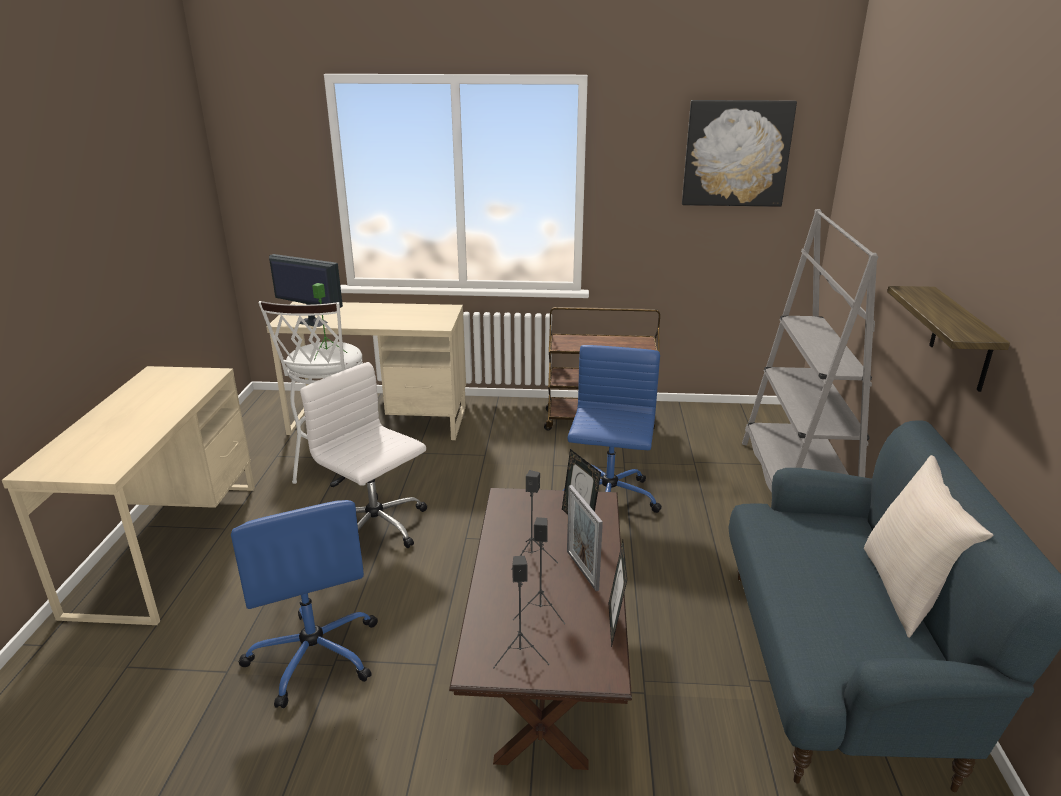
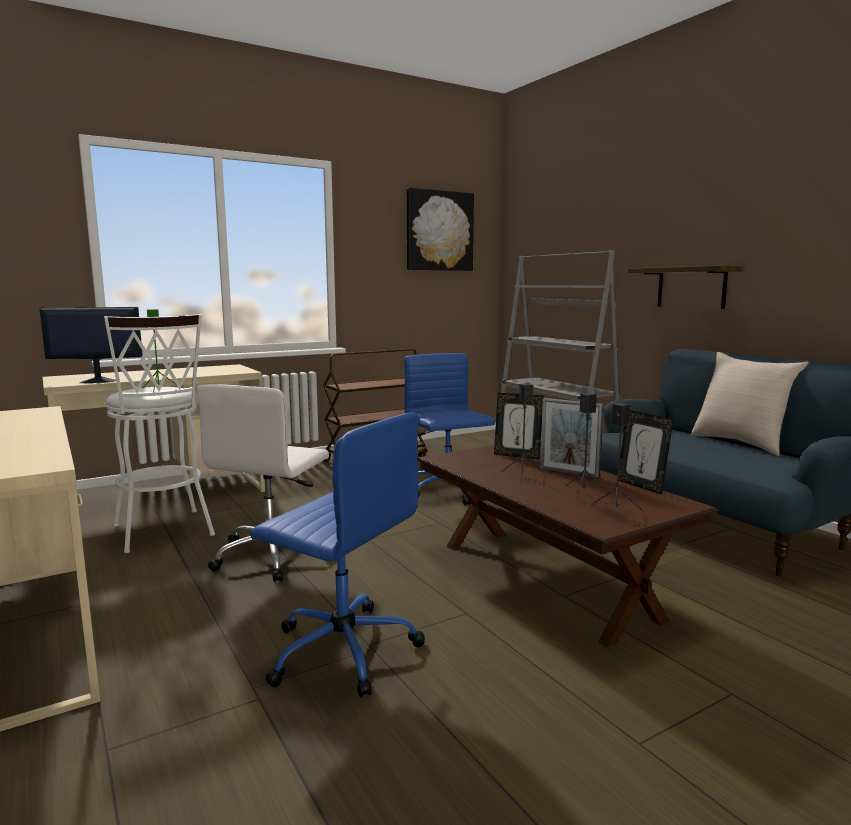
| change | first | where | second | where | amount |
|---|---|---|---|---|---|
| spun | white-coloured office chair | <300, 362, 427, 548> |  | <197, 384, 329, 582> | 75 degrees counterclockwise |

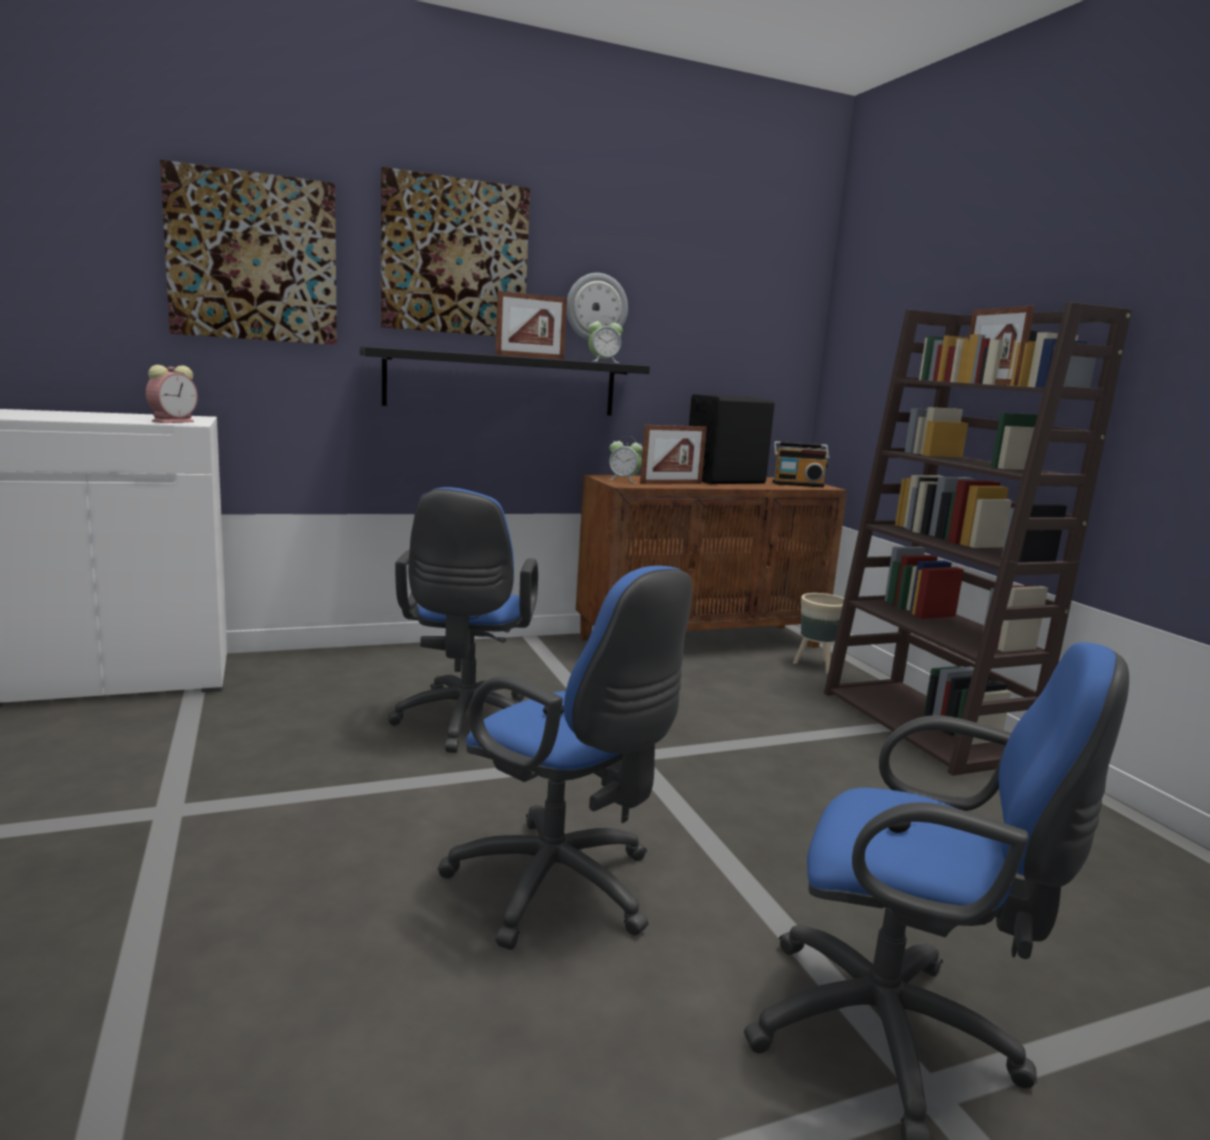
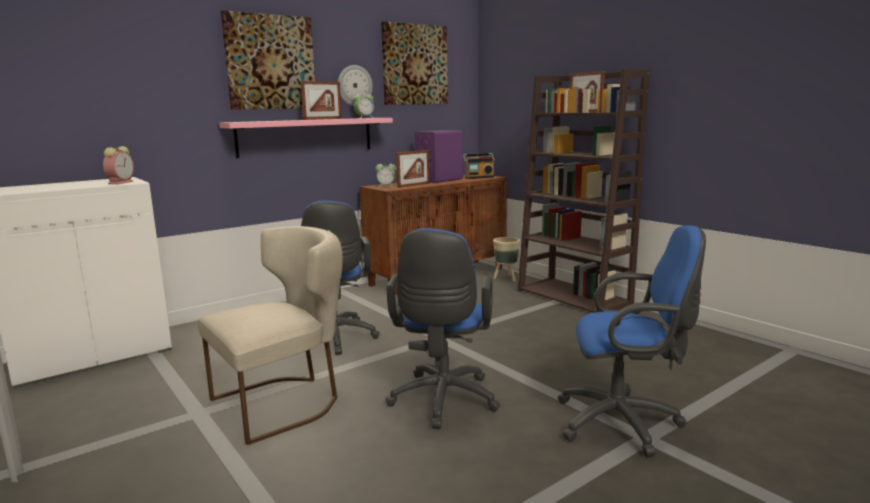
| change | first | where | second | where | amount |
|---|---|---|---|---|---|
| relocated | wall picture | <160, 160, 337, 345> |  | <381, 21, 448, 105> |  |
| colour | black shelf | <360, 346, 650, 416> | pinkish shelf | <219, 118, 393, 158> |  |
| colour | black audio speaker | <689, 394, 775, 484> | purple-coloured audio speaker | <415, 130, 463, 183> |  |
| spun | blue office chair | <437, 566, 692, 950> |  | <386, 228, 500, 429> | 75 degrees clockwise |
| appeared |  |  | beige plain chair | <198, 226, 343, 445> |  |

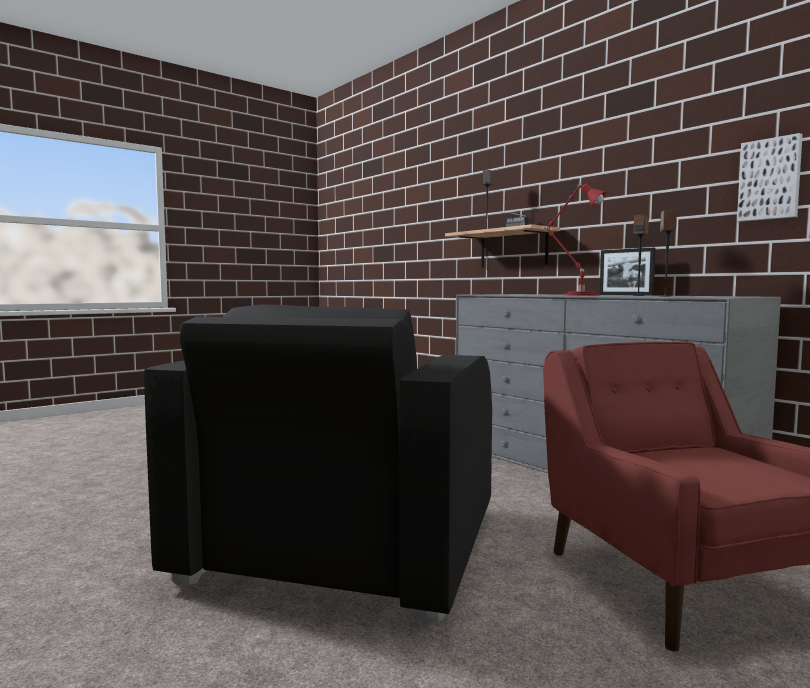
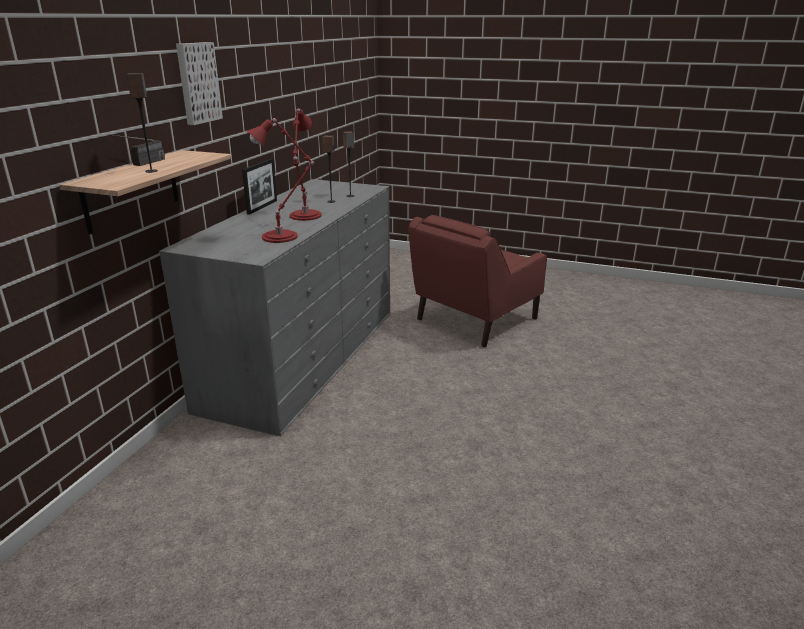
| change | first | where | second | where | amount |
|---|---|---|---|---|---|
| relocated | wall picture | <737, 133, 803, 222> |  | <176, 42, 223, 125> |  |
| missing | black lounge chair | <144, 305, 492, 626> |  |  |  |
| appeared |  |  | reddish table lamp | <247, 118, 314, 243> |  |

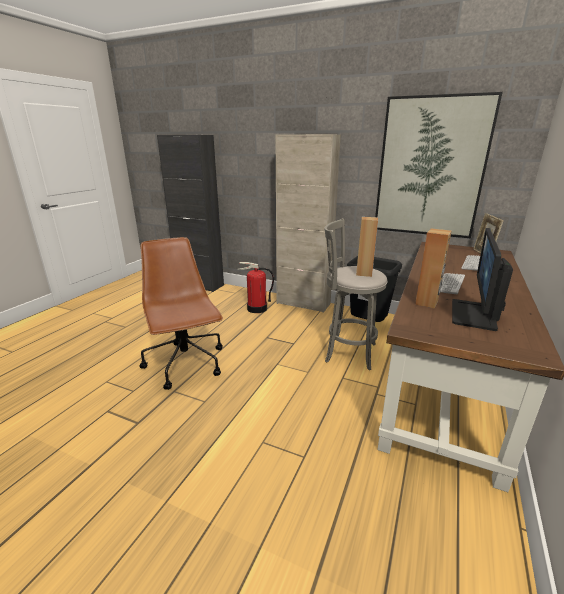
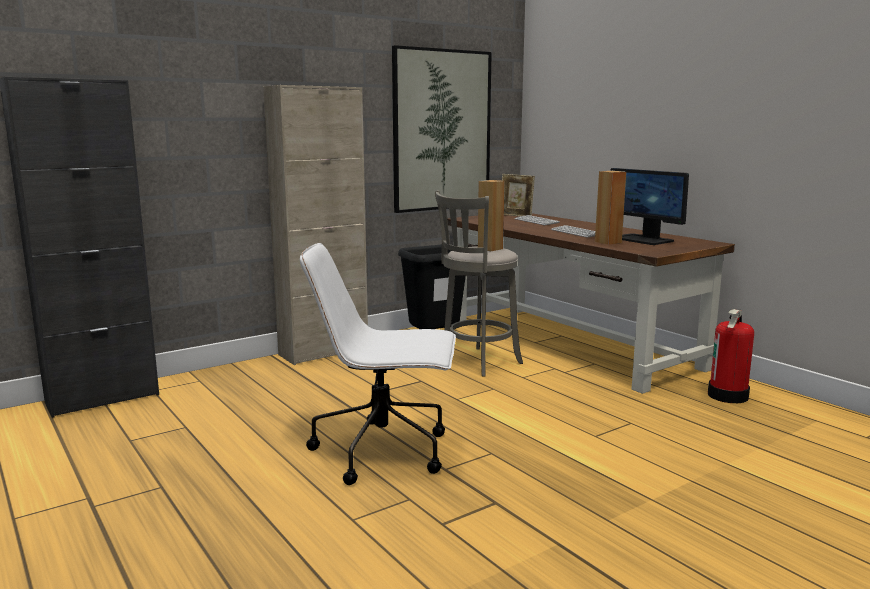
| change | first | where | second | where | amount |
|---|---|---|---|---|---|
| colour | brownish office chair | <139, 237, 223, 390> | white-coloured office chair | <300, 243, 456, 485> |  |
| relocated | fire extinguisher | <237, 262, 274, 313> |  | <708, 309, 754, 403> |  |

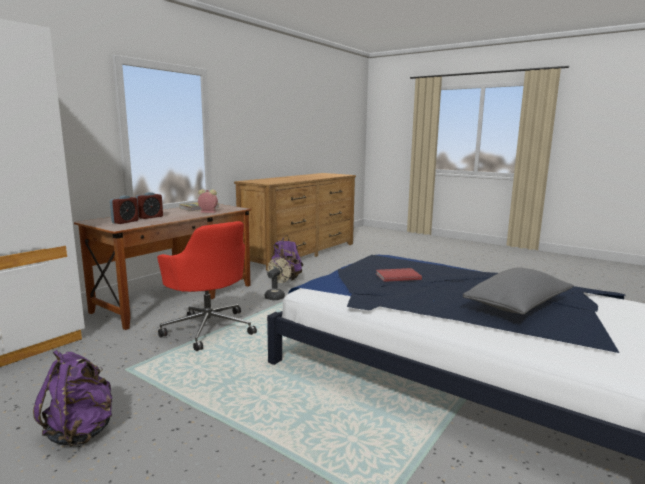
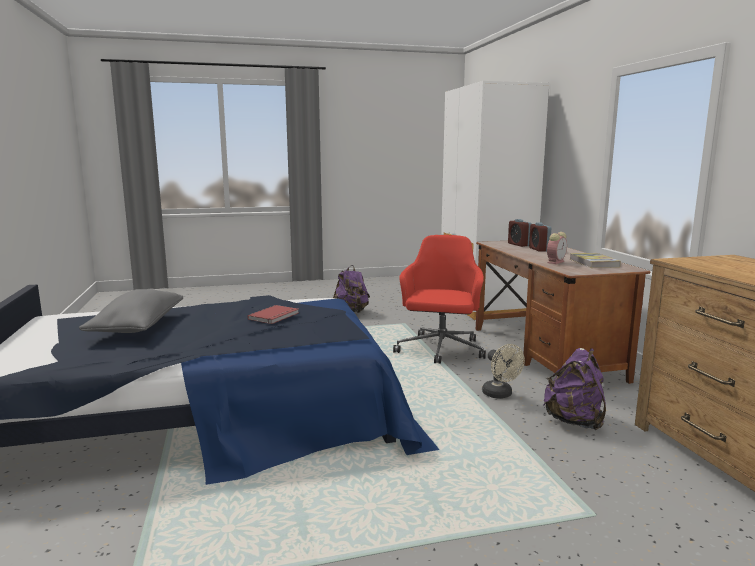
| change | first | where | second | where | amount |
|---|---|---|---|---|---|
| spun | reddish office chair | <157, 221, 257, 351> |  | <393, 235, 486, 364> | 105 degrees clockwise |

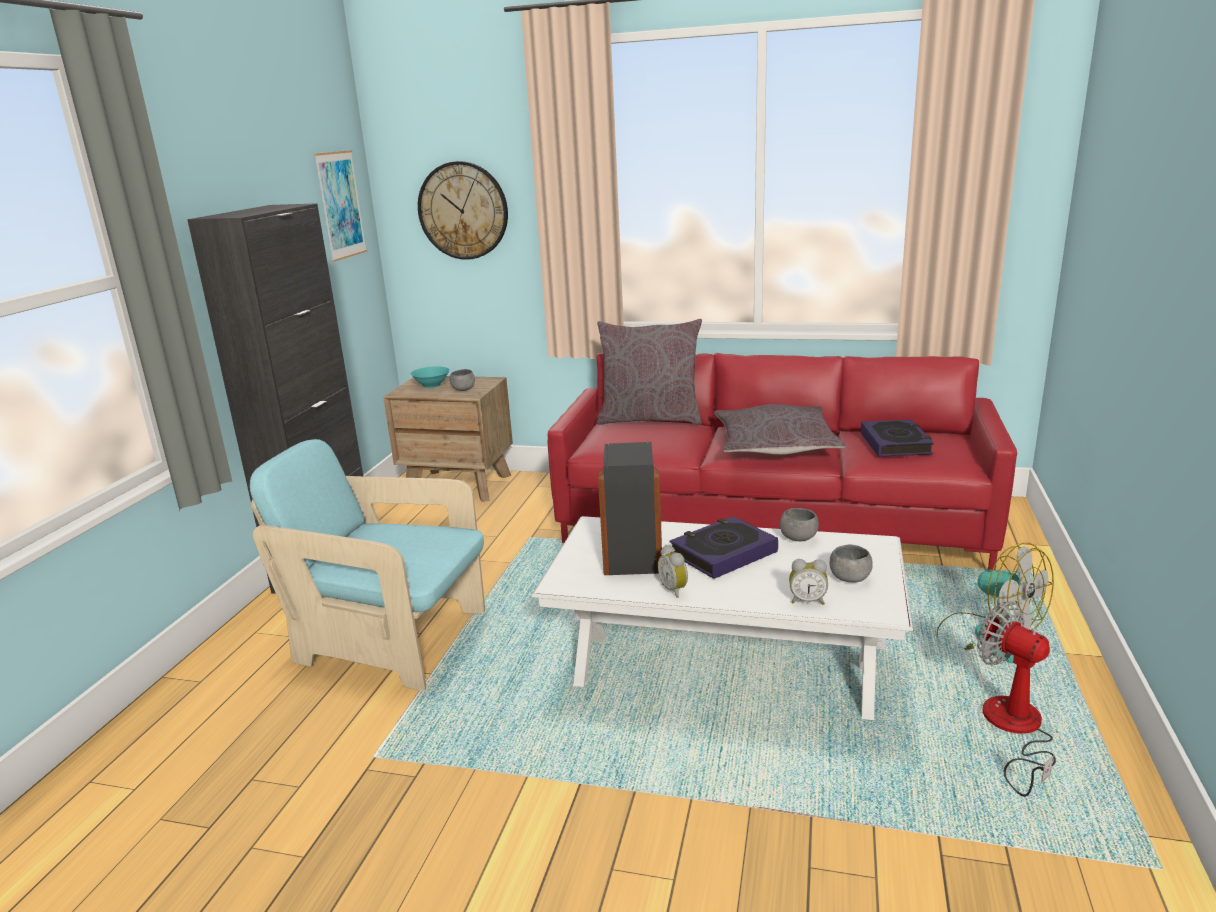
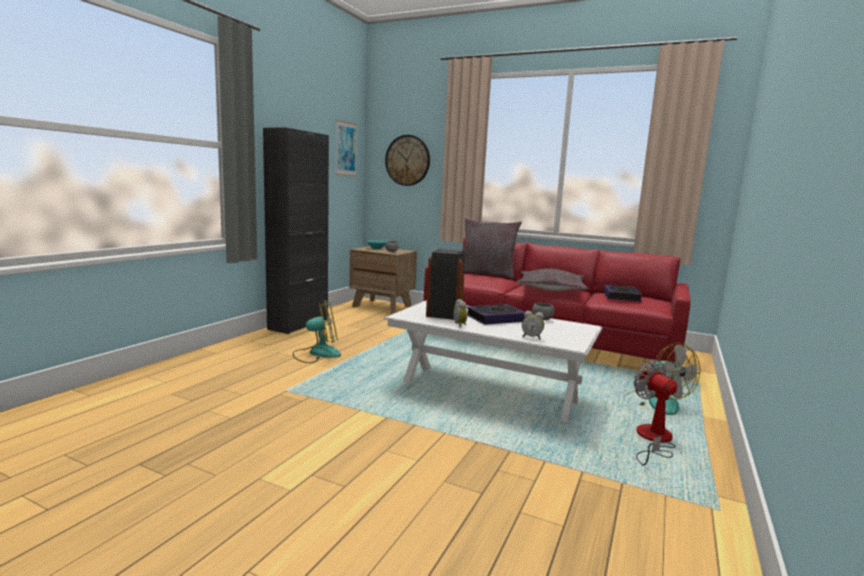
| change | first | where | second | where | amount |
|---|---|---|---|---|---|
| exchanged | blue-green lounge chair | <250, 439, 485, 691> | cooling fan | <293, 300, 341, 363> |  |
| missing | gray bowl | <830, 545, 873, 582> |  |  |  |

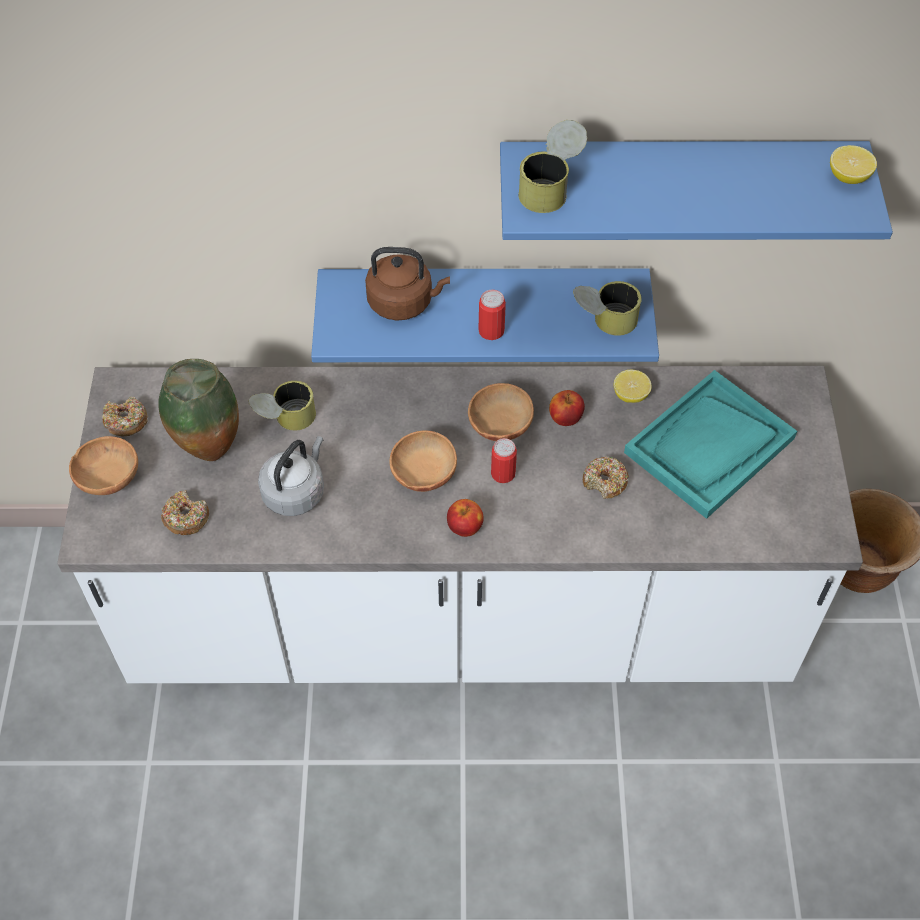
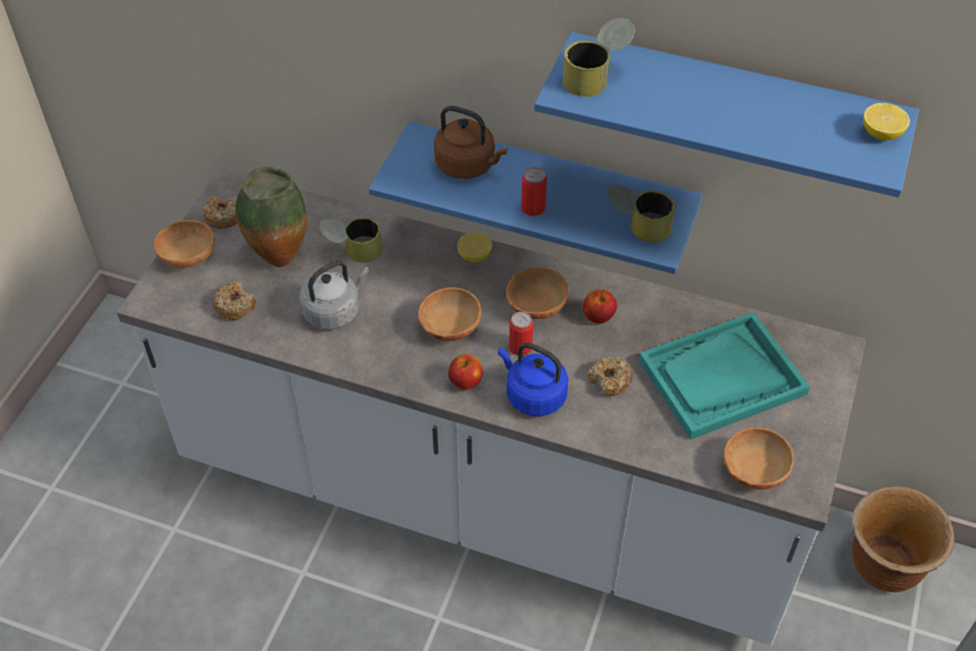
| change | first | where | second | where | amount |
|---|---|---|---|---|---|
| relocated | whole lemon | <614, 370, 652, 403> |  | <457, 232, 492, 262> |  |
| appeared |  |  | blue kettle | <498, 343, 568, 416> |  |
| appeared |  |  | brownish bowl | <724, 427, 794, 490> |  |

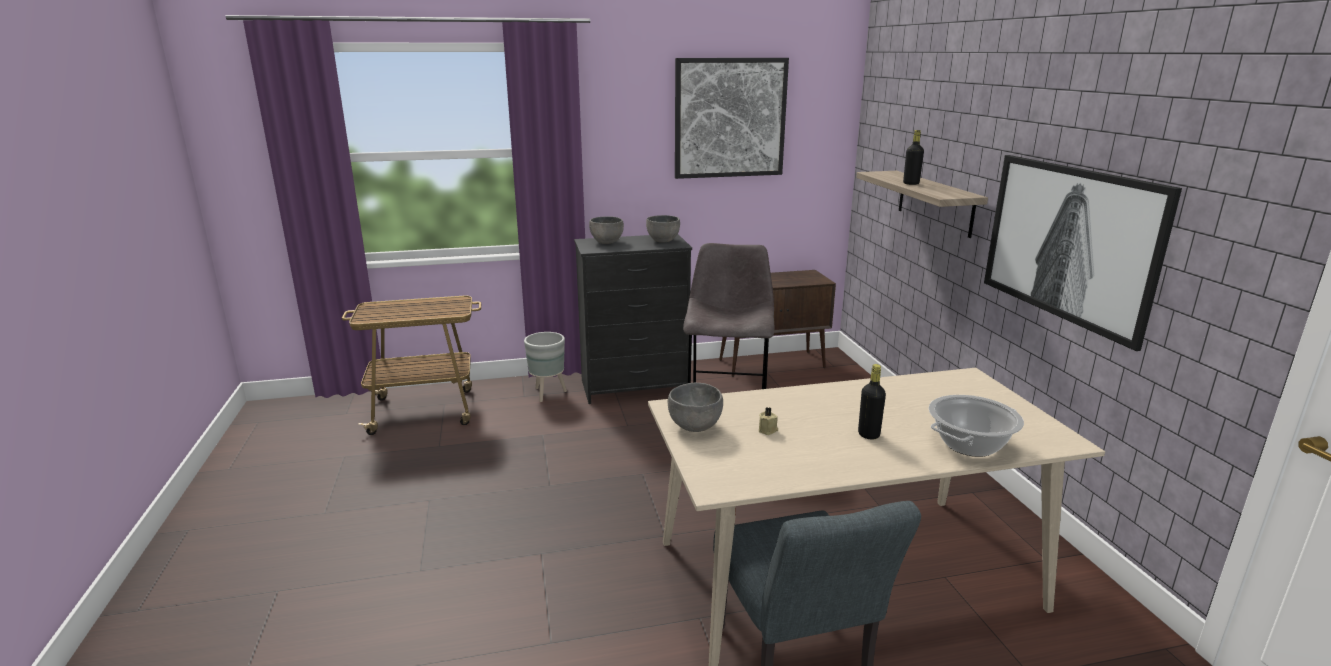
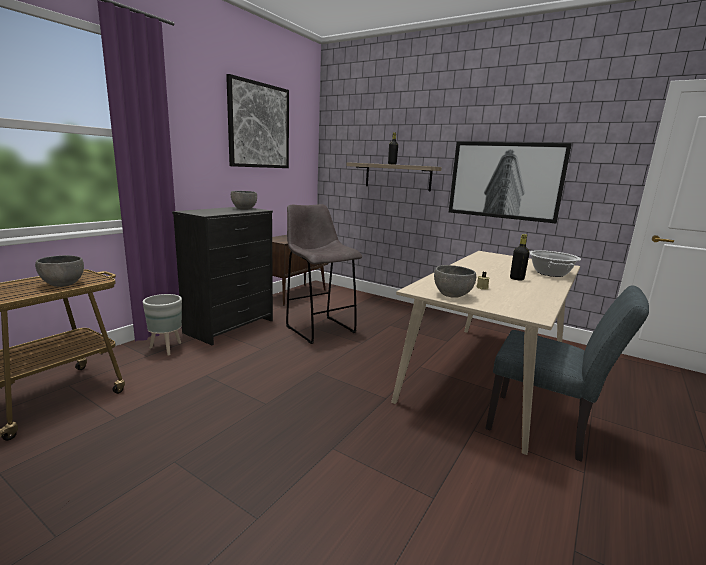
| change | first | where | second | where | amount |
|---|---|---|---|---|---|
| relocated | gray bowl | <589, 216, 624, 244> |  | <35, 255, 84, 287> |  |

